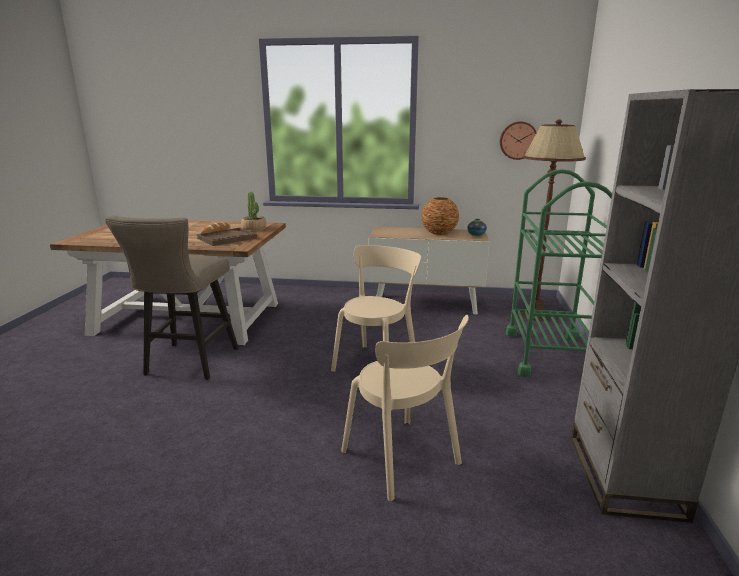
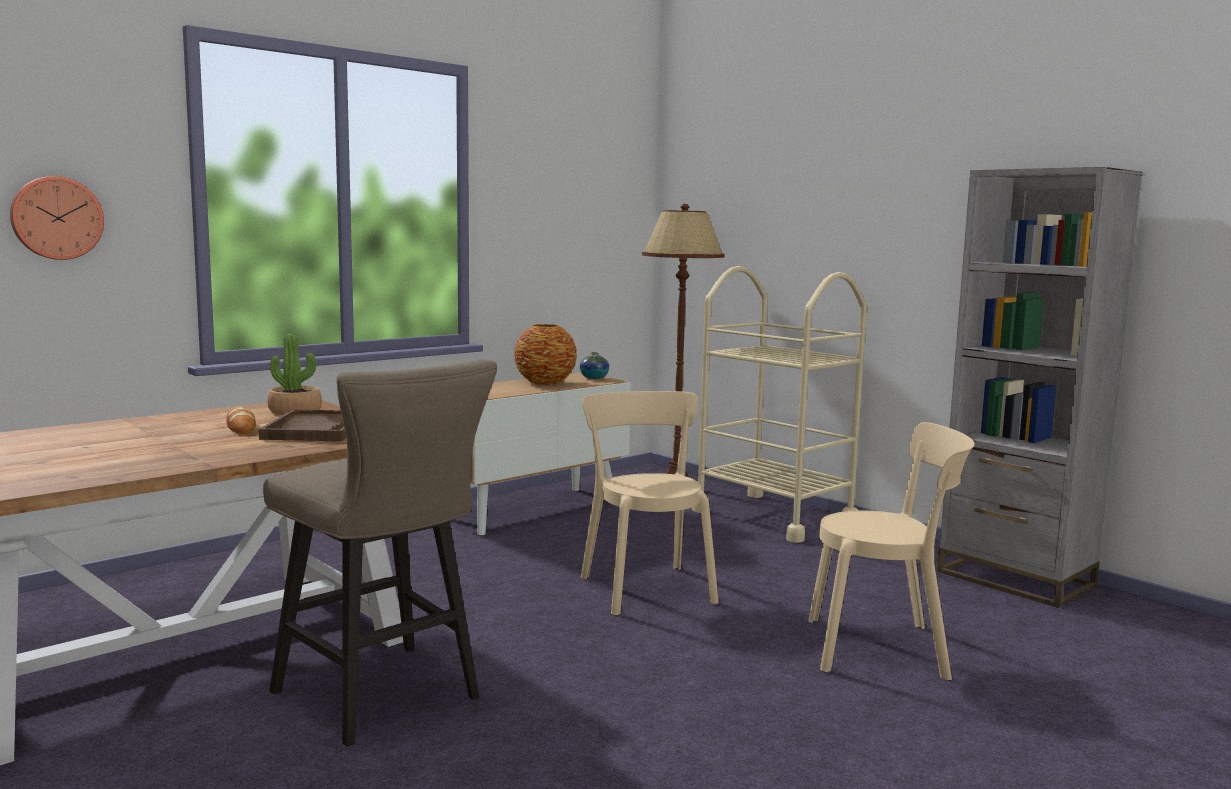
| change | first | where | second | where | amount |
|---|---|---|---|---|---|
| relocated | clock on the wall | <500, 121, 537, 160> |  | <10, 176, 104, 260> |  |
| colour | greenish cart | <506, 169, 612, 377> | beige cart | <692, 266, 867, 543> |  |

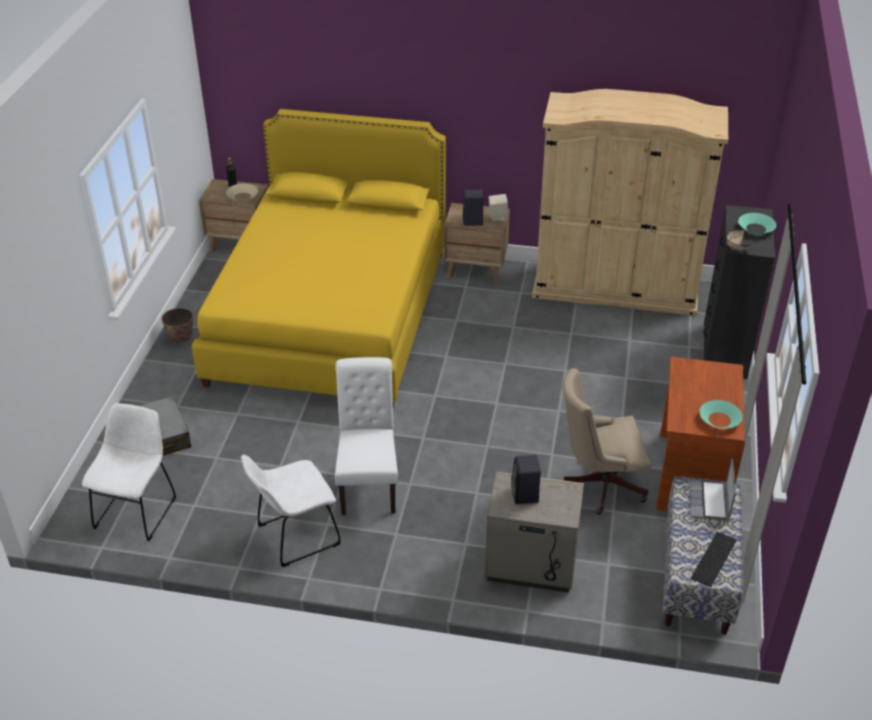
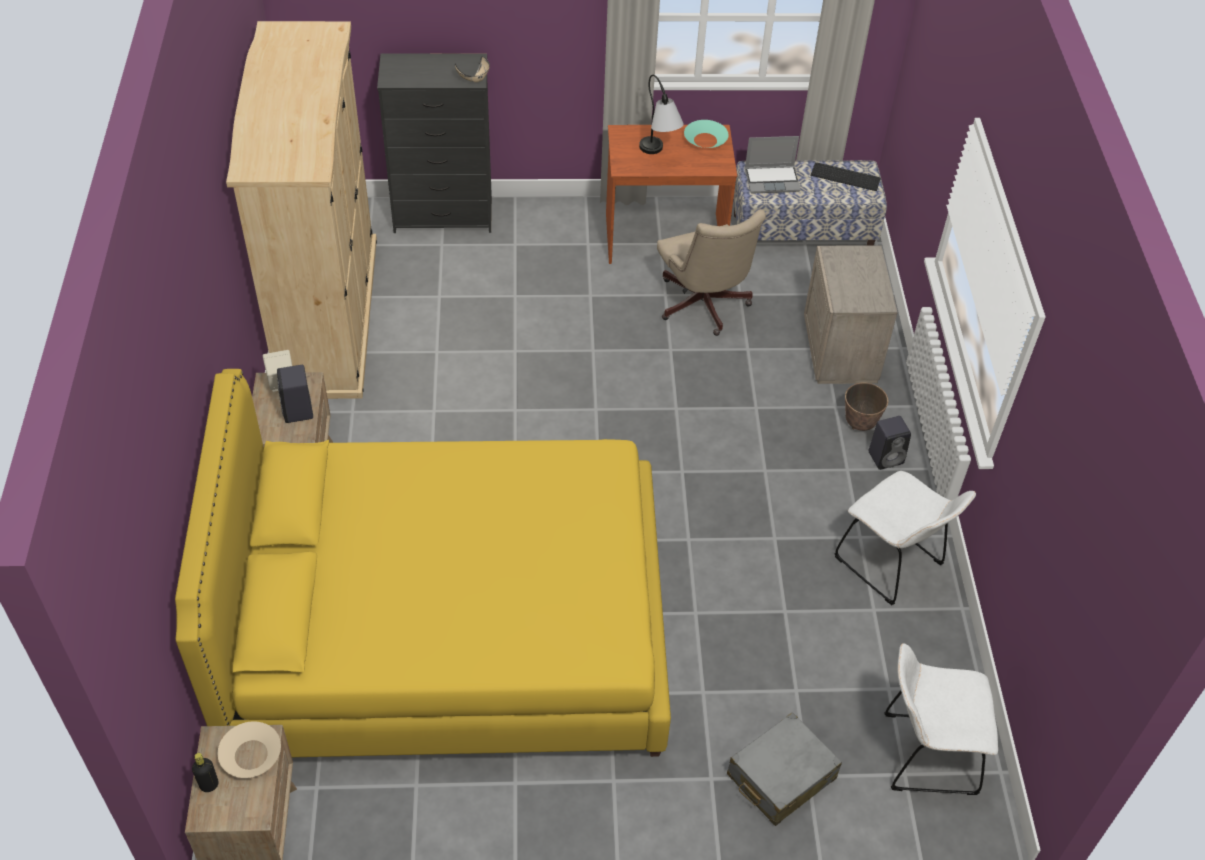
| change | first | where | second | where | amount |
|---|---|---|---|---|---|
| missing | blue-green bowl | <738, 213, 777, 234> |  |  |  |
| relocated | flower pot | <161, 308, 193, 344> |  | <845, 382, 888, 431> |  |
| missing | white-coloured plain chair | <335, 357, 398, 515> |  |  |  |
| relocated | black audio speaker | <511, 455, 541, 504> |  | <868, 416, 911, 470> |  |
| appeared |  |  | table lamp | <639, 75, 684, 154> |  |

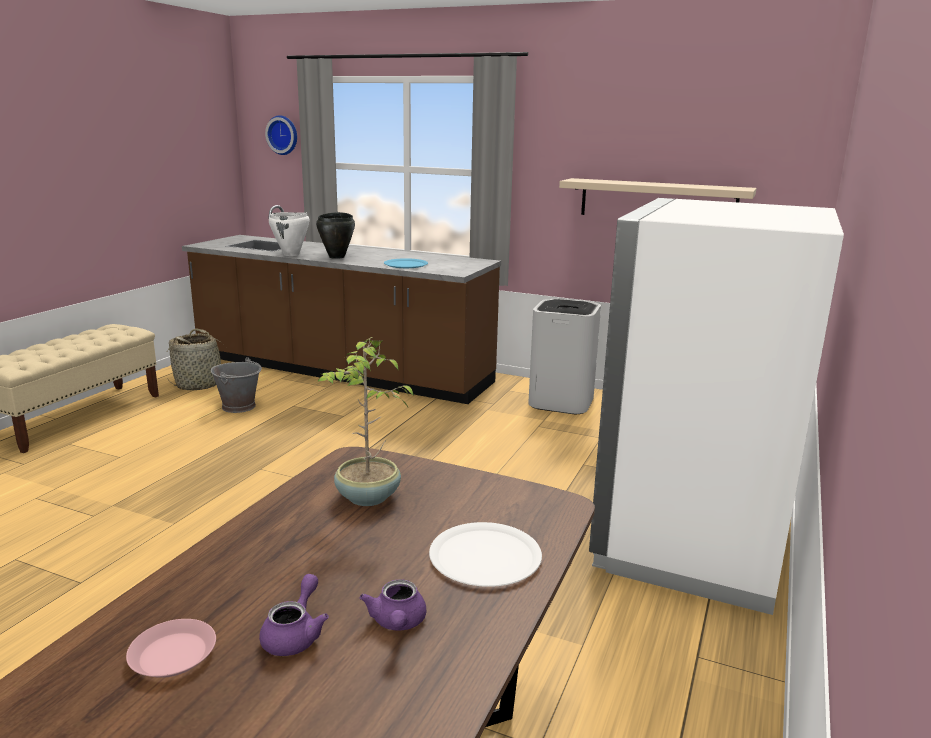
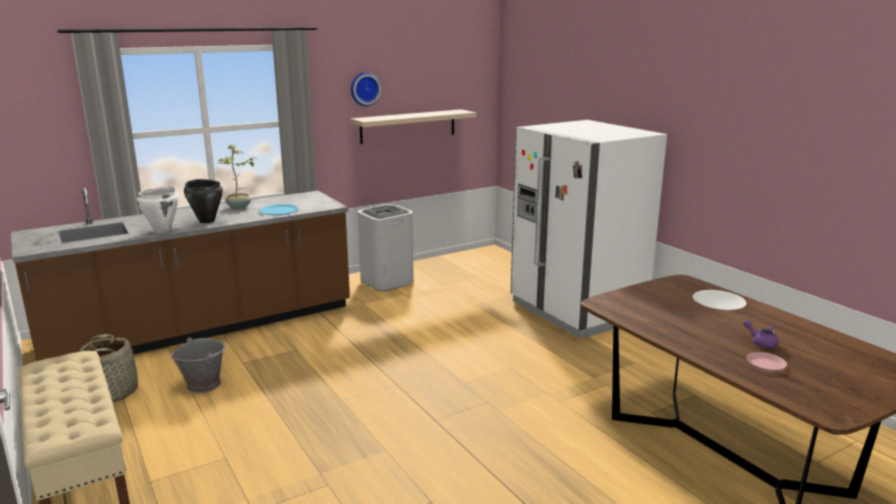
| change | first | where | second | where | amount |
|---|---|---|---|---|---|
| relocated | clock on the wall | <265, 115, 297, 155> |  | <351, 72, 381, 106> |  |
| relocated | plant in a pot | <317, 337, 414, 506> |  | <218, 145, 256, 209> |  |
| missing | purple-coloured pot for tea | <359, 579, 426, 630> |  |  |  |

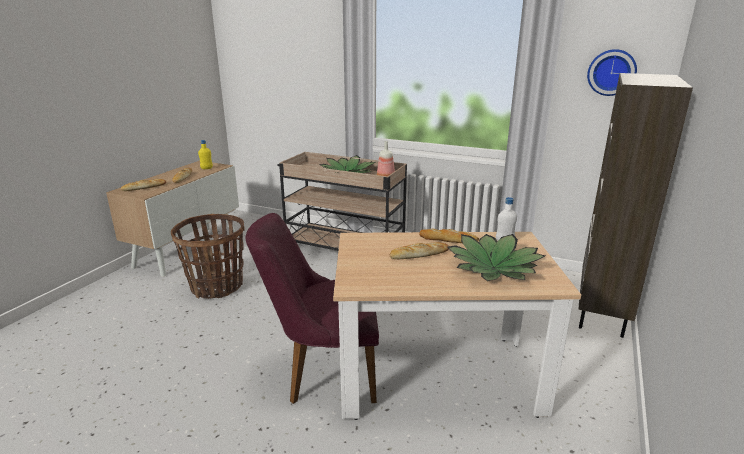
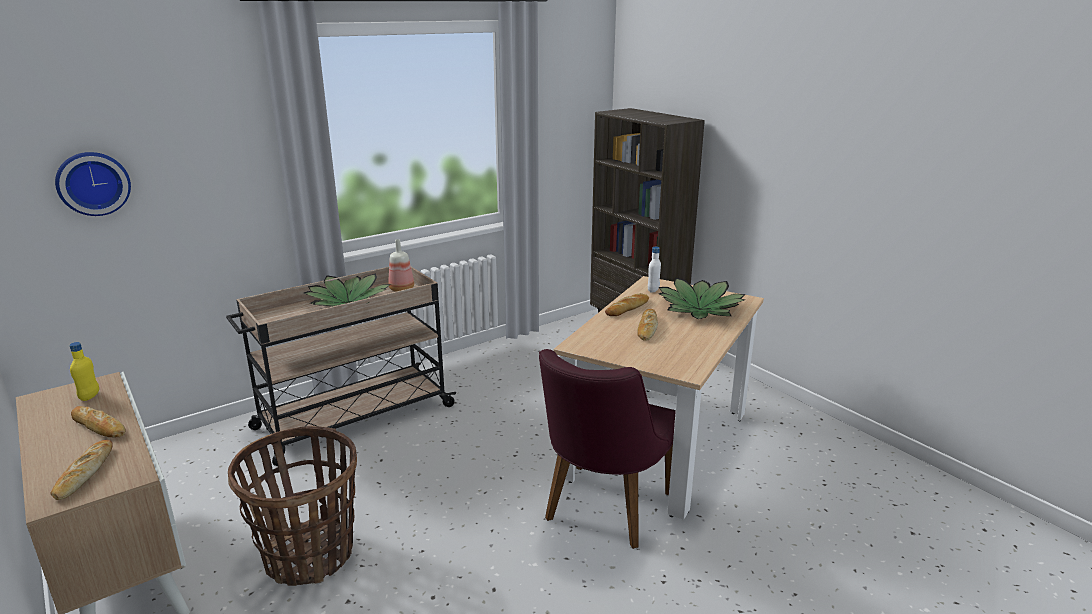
| change | first | where | second | where | amount |
|---|---|---|---|---|---|
| relocated | clock on the wall | <587, 49, 637, 96> |  | <55, 152, 131, 216> |  |

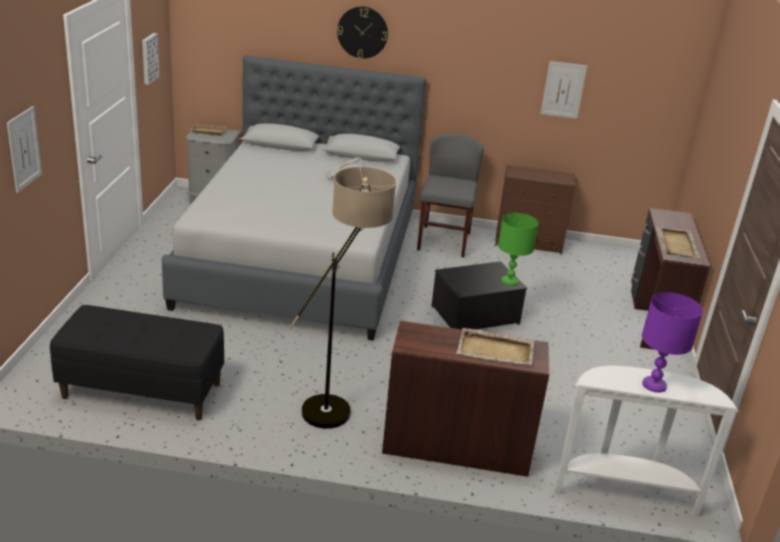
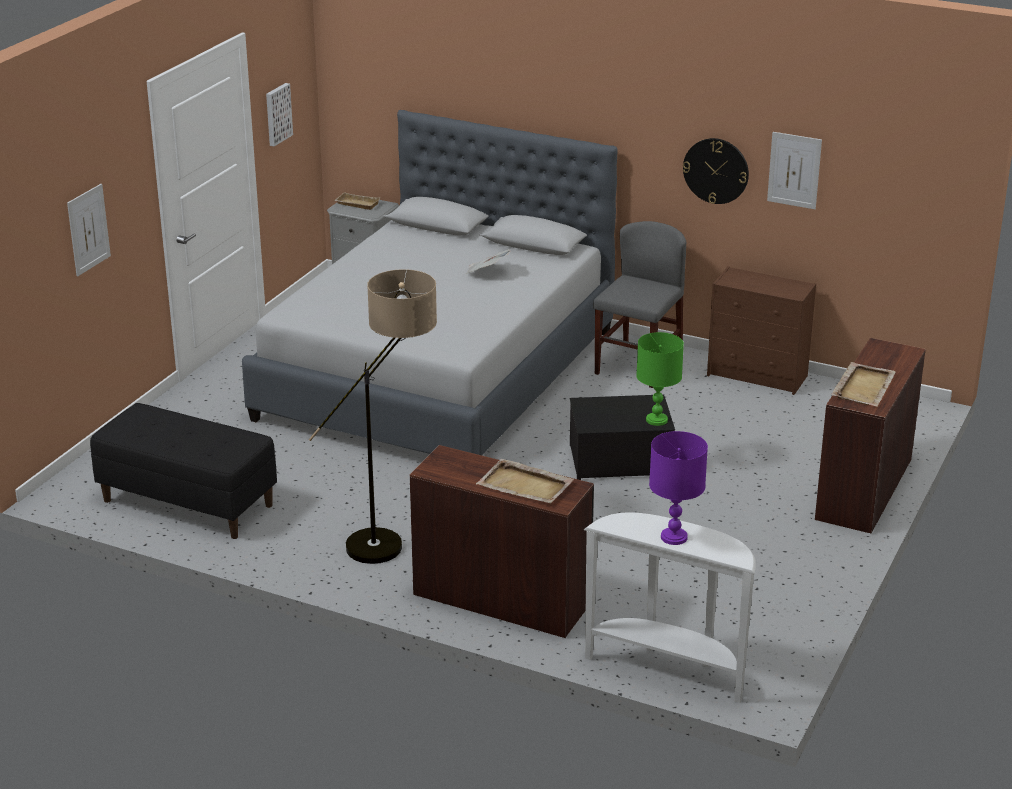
| change | first | where | second | where | amount |
|---|---|---|---|---|---|
| relocated | clock on the wall | <337, 6, 388, 59> |  | <683, 138, 749, 204> |  |

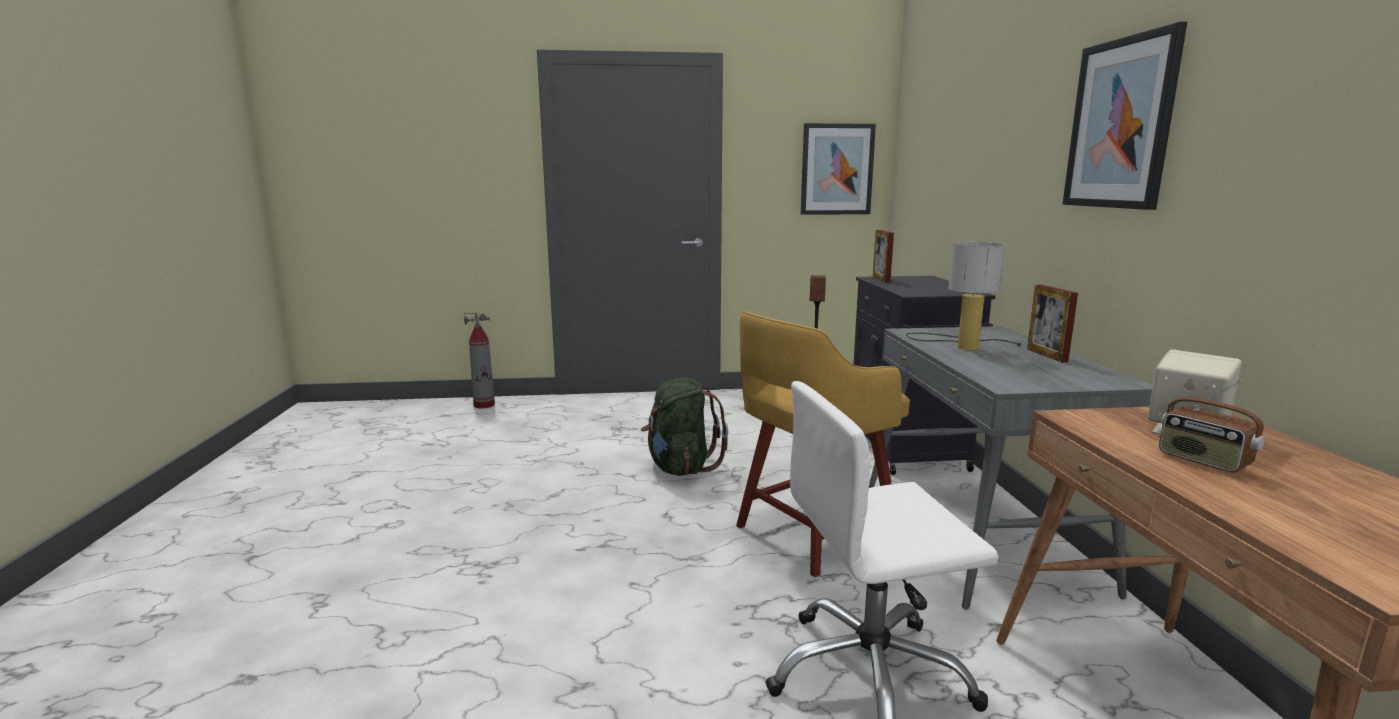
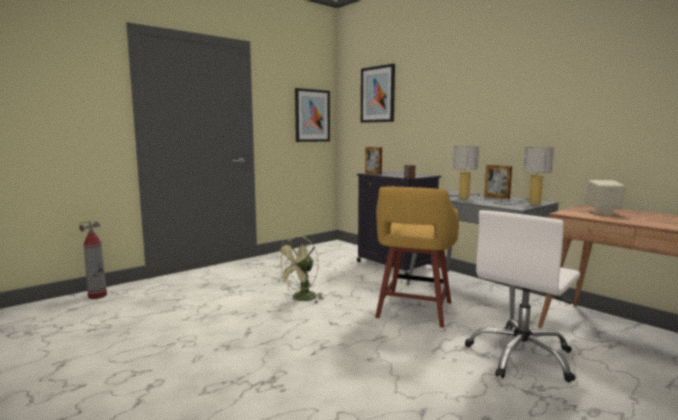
| change | first | where | second | where | amount |
|---|---|---|---|---|---|
| relocated | wall picture | <1062, 21, 1187, 210> |  | <361, 63, 395, 123> |  |
| exchanged | greenish rucksack | <641, 377, 728, 476> | greenish cooling fan | <274, 236, 324, 303> |  |
| missing | radio set | <1159, 380, 1264, 472> |  |  |  |
| appeared |  |  | table lamp | <494, 147, 554, 205> |  |

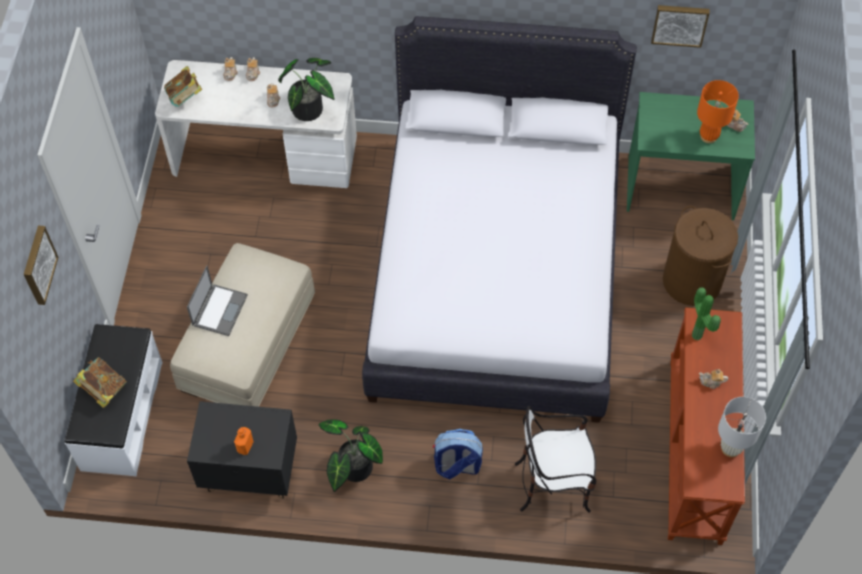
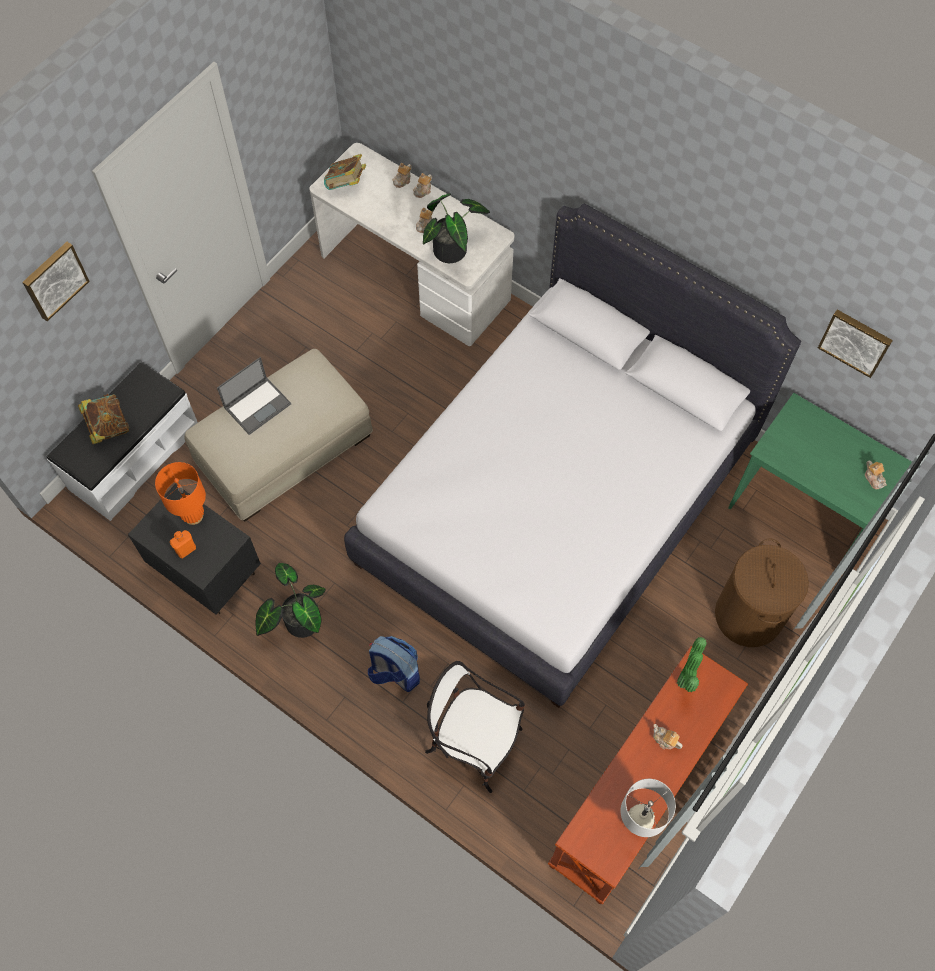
| change | first | where | second | where | amount |
|---|---|---|---|---|---|
| relocated | orange-coloured table lamp | <697, 80, 739, 143> |  | <155, 462, 206, 525> |  |

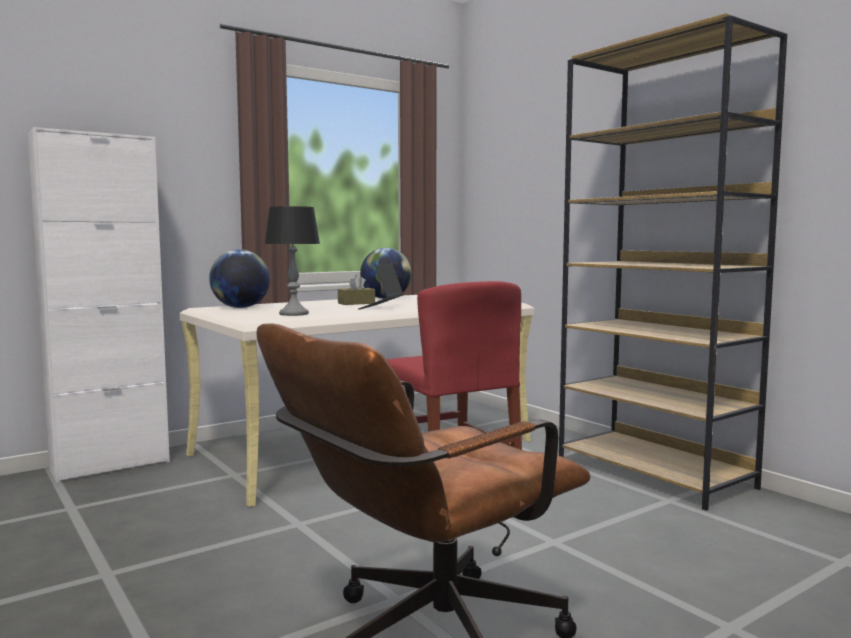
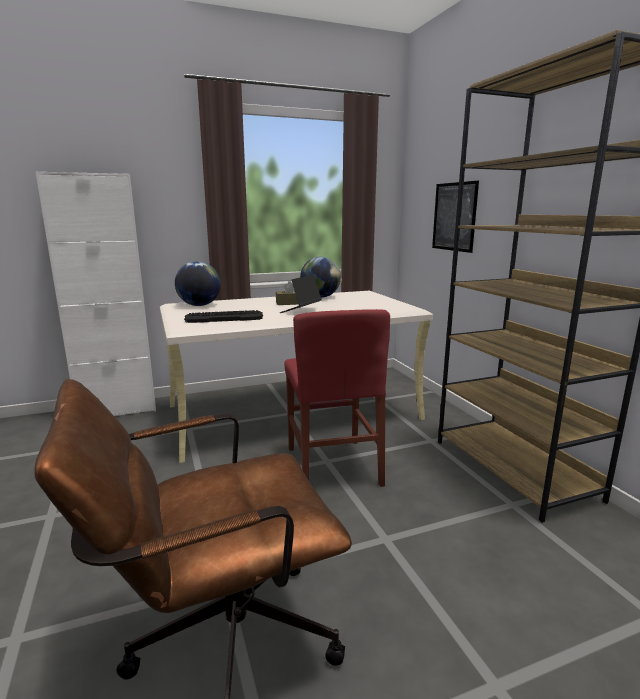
| change | first | where | second | where | amount |
|---|---|---|---|---|---|
| exchanged | table lamp | <265, 206, 320, 316> | computer keyboard | <184, 310, 263, 323> |  |
| appeared |  |  | wall picture | <432, 181, 479, 253> |  |

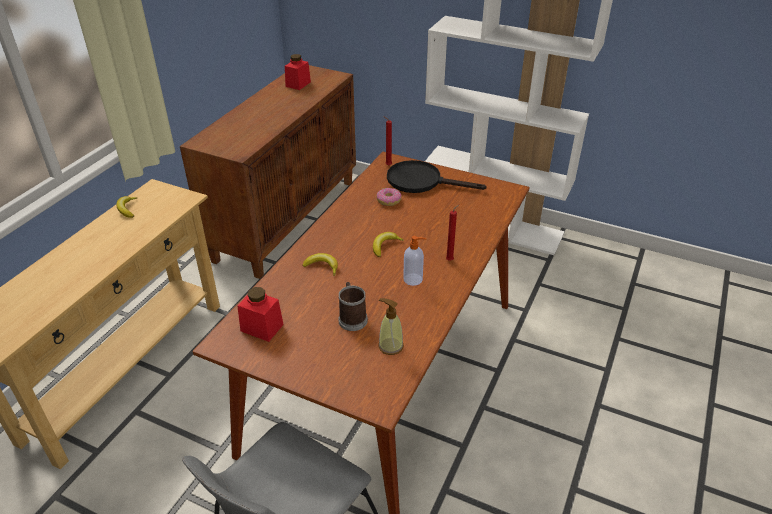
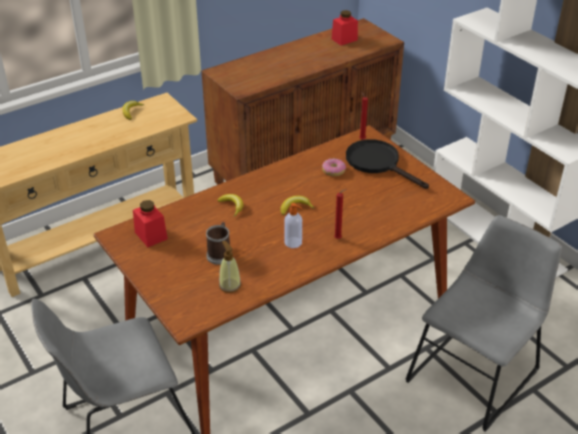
| change | first | where | second | where | amount |
|---|---|---|---|---|---|
| appeared |  |  | gray plain chair | <405, 215, 562, 432> |  |

